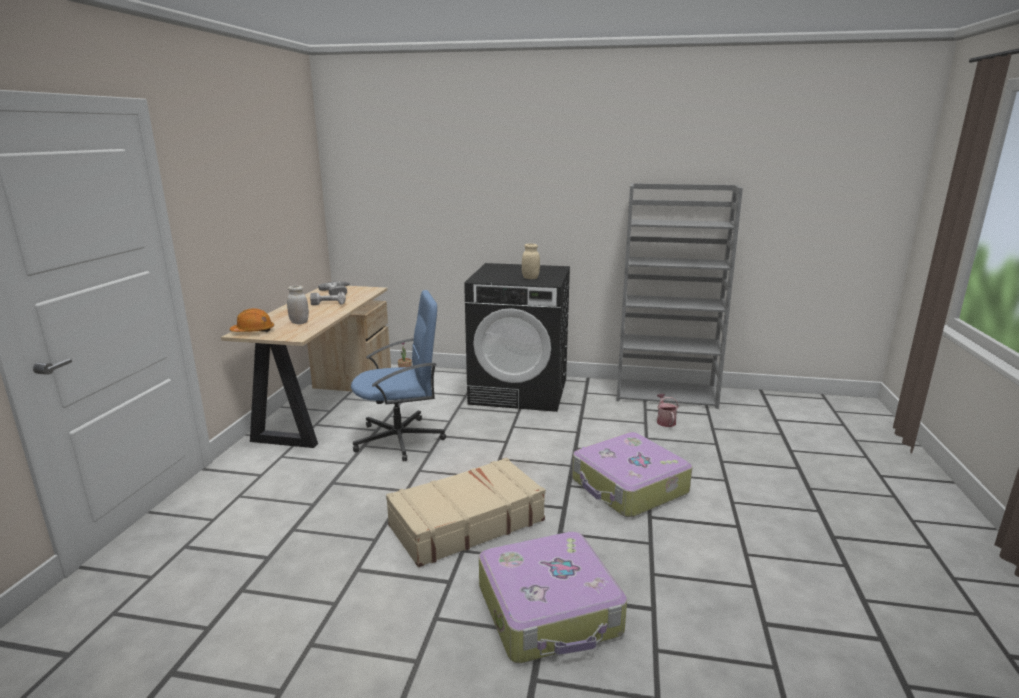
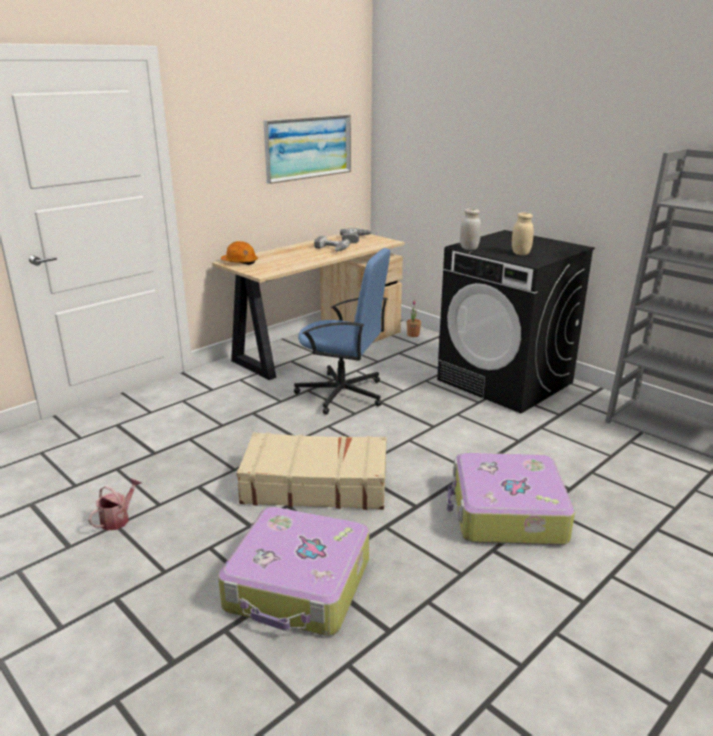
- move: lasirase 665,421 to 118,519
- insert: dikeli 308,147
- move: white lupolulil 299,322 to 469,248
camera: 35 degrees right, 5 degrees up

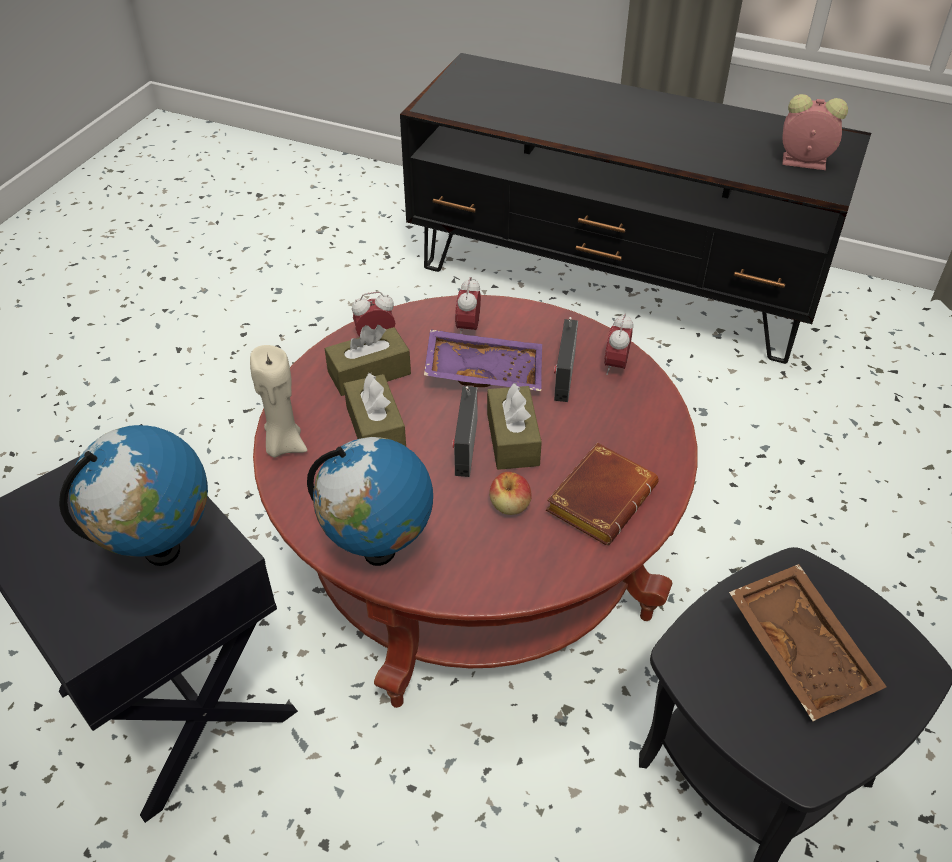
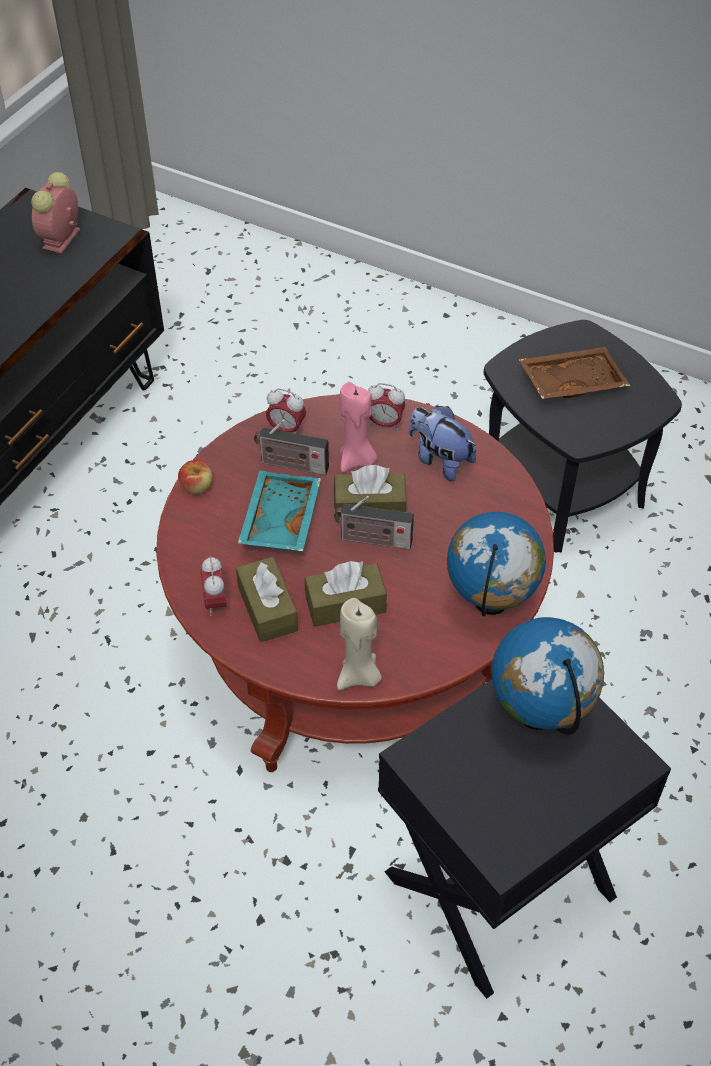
- move: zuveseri 510,505 to 197,486
- recolor: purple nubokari 484,371 to turquoise nubokari 278,520
- insert: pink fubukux 357,460
- move: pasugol 468,328 to 385,423
- replace: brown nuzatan 600,497 to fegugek 440,460
camera: 85 degrees left, 5 degrees up

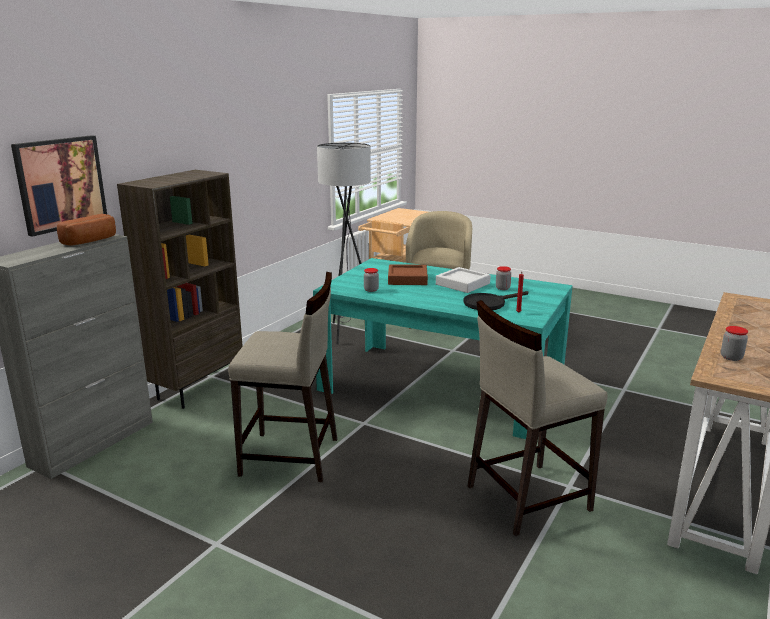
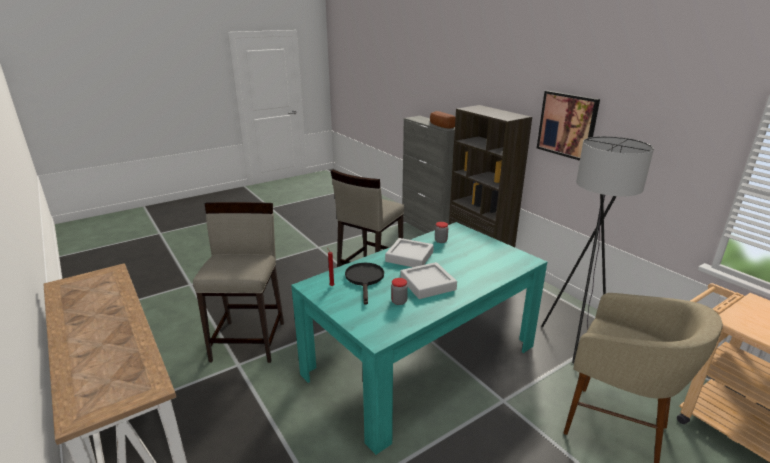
- insert: grey nubokari 409,257
- move: dikeli 60,184 to 567,125
- delete: brown nubokari 407,279
- delete: lupolulil 731,357
camera: 115 degrees right, 5 degrees up

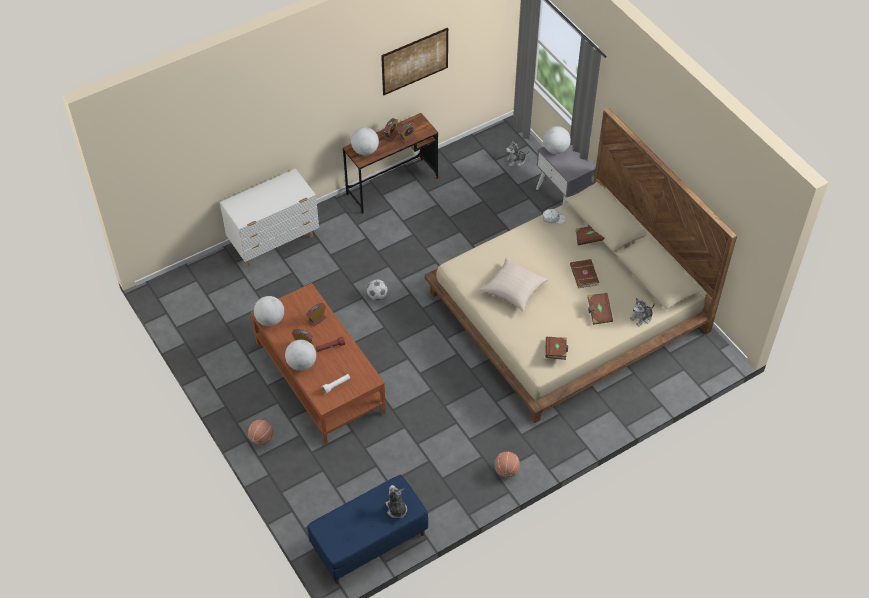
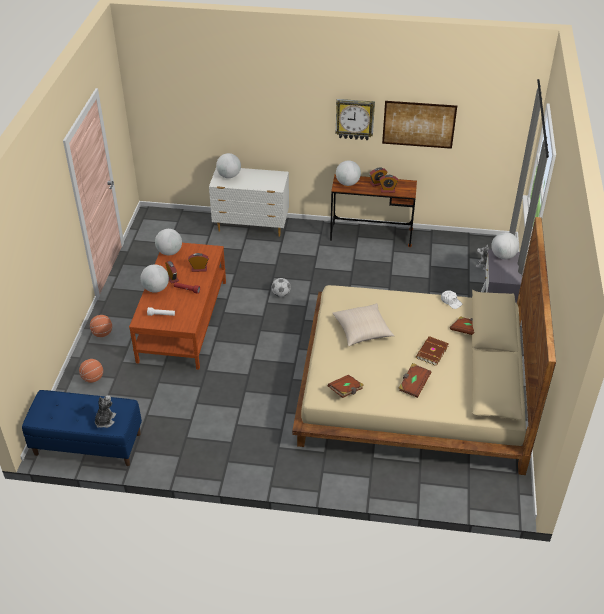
- move: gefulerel 506,471 to 92,378
- insert: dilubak 229,176
- insert: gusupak 355,119
- delete: fegugek 642,317
camera: 40 degrees right, 10 degrees down

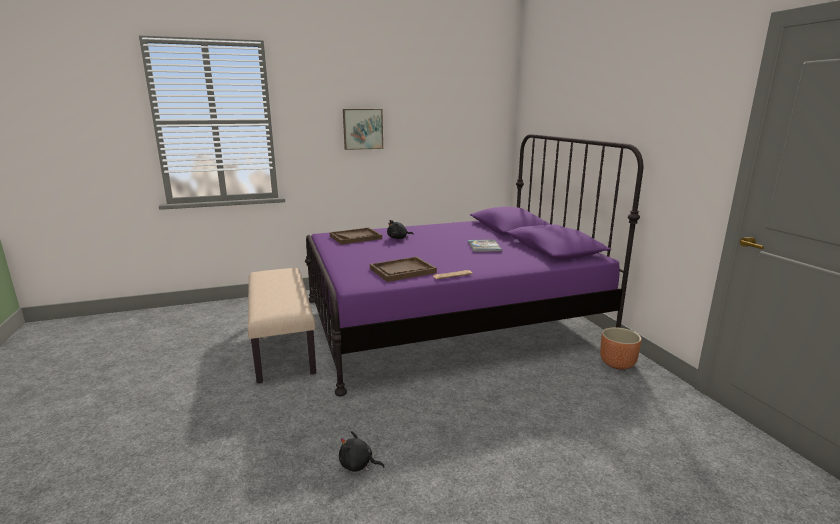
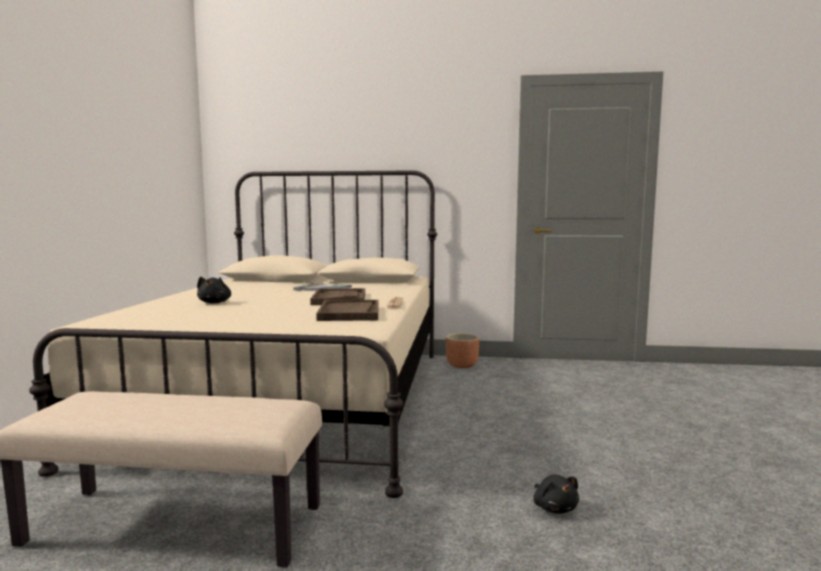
- recolor: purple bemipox 449,320 to beige bemipox 294,399
- move: brown nubokari 355,237 to 339,299
- rotate: black fegugek 358,465 = 554,507 60 degrees counterclockwise
- delete: dikeli 362,129
camera: 65 degrees left, 10 degrees down

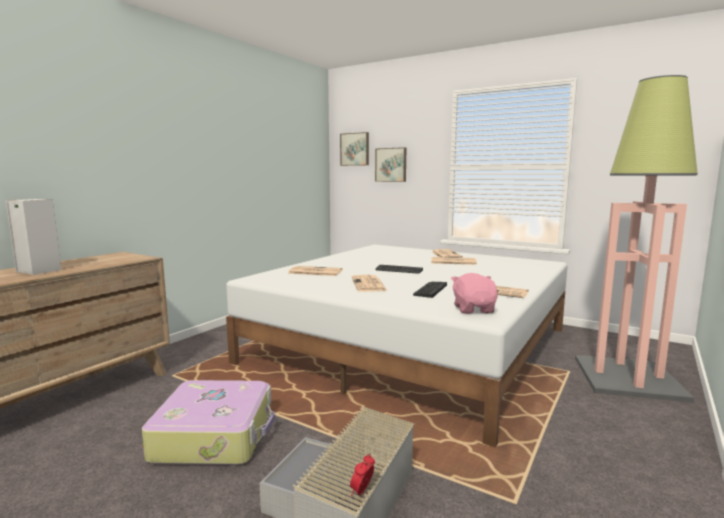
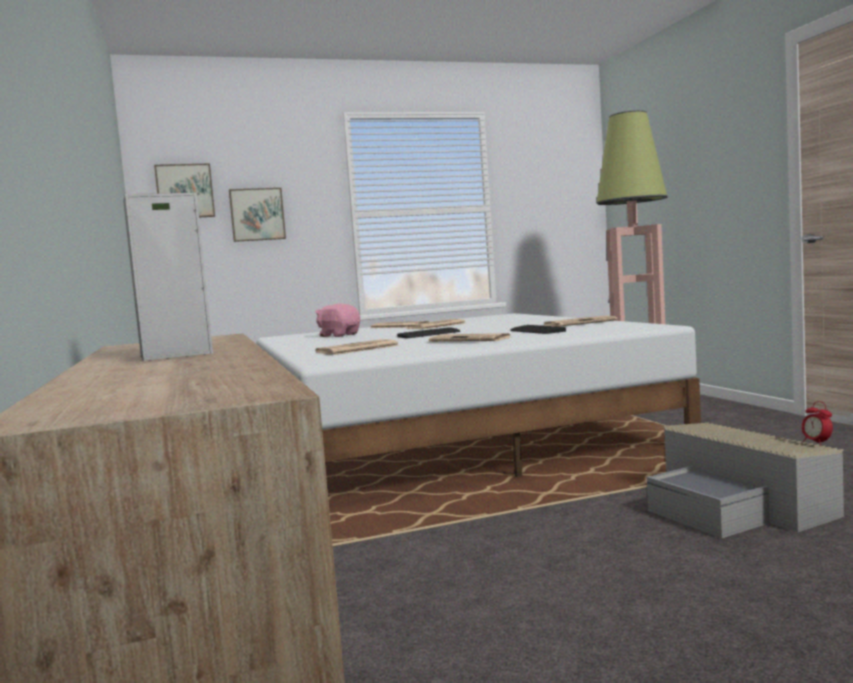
- move: pink fegugek 474,309 to 339,335
- delete: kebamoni 215,435
camera: 50 degrees left, 5 degrees down

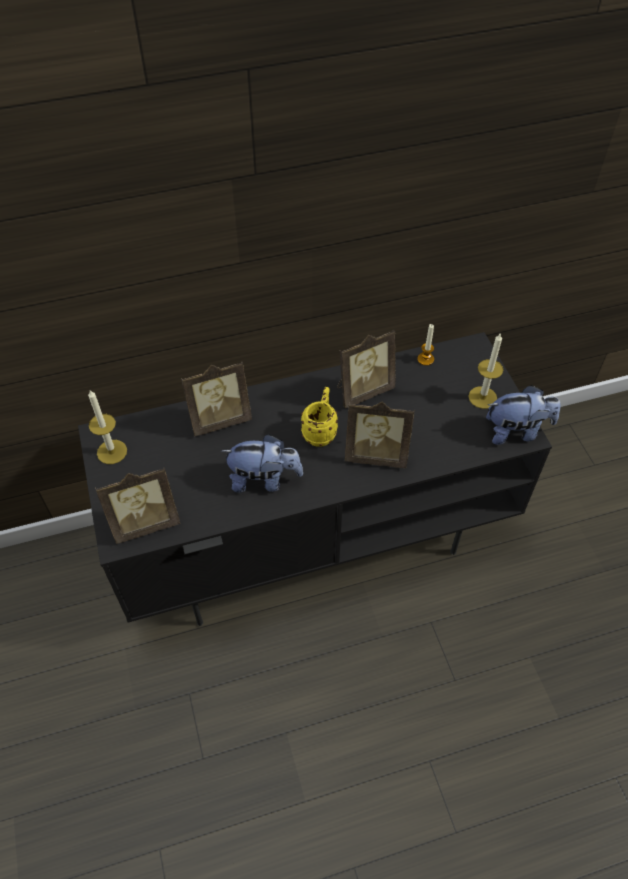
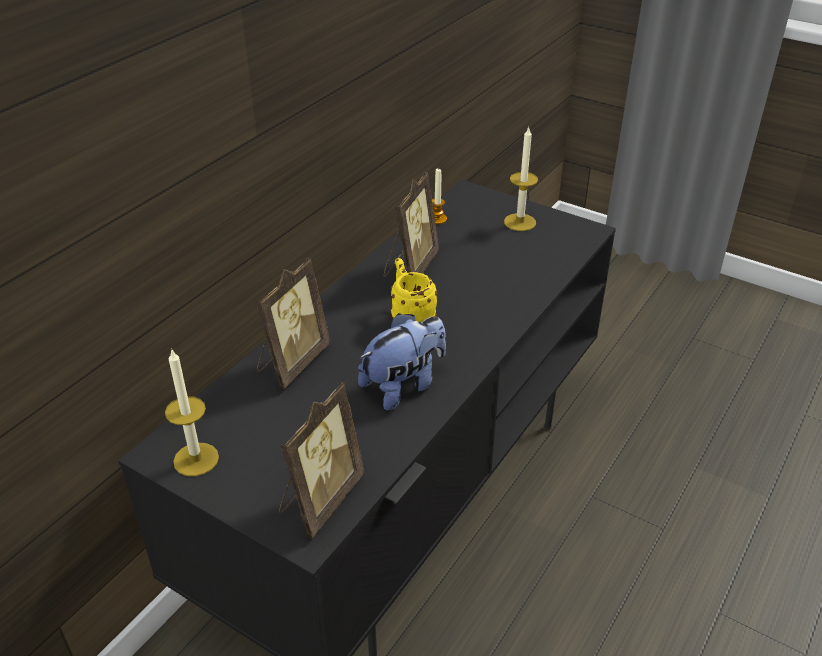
- delete: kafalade 376,454
- delete: fegugek 516,431
camera: 40 degrees left, 15 degrees down

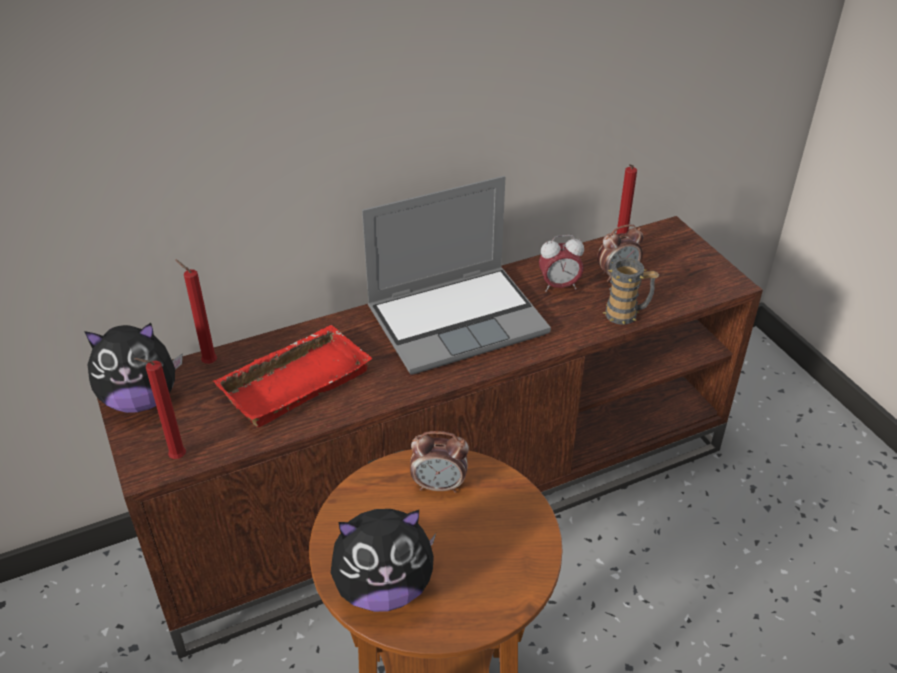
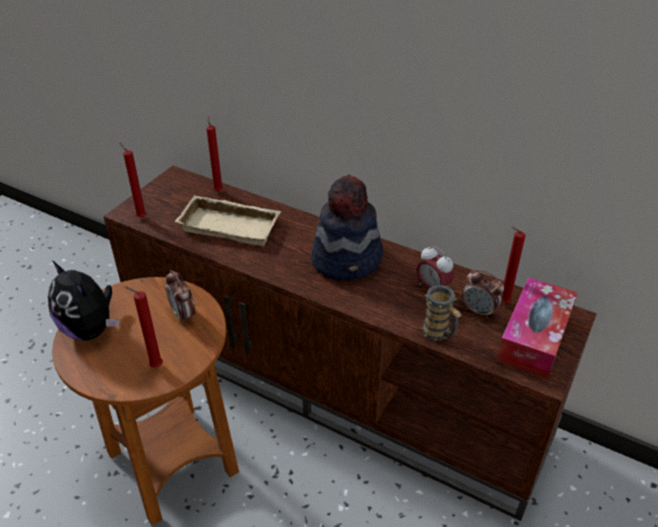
- insert: red fubukux 154,366
- recolor: red nubokari 295,380 to beige nubokari 232,225
- replace: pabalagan 458,319 to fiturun 348,259
- insert: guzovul 534,337
- delete: fegugek 141,400
camera: 55 degrees right, 0 degrees up

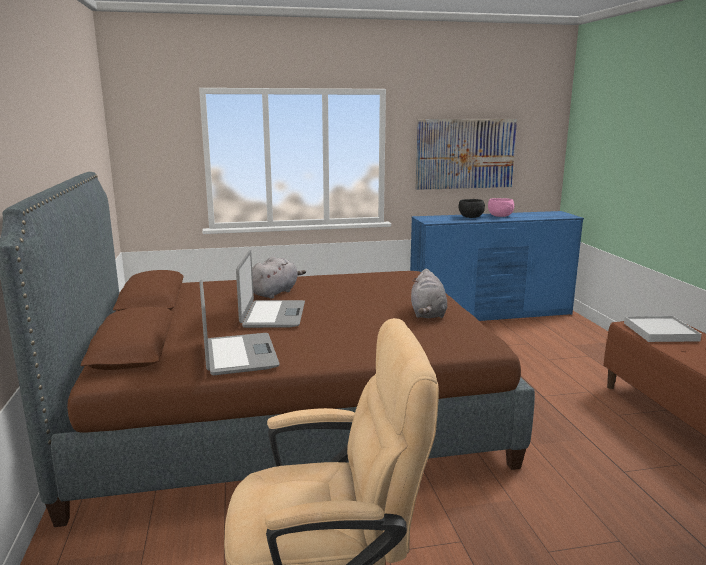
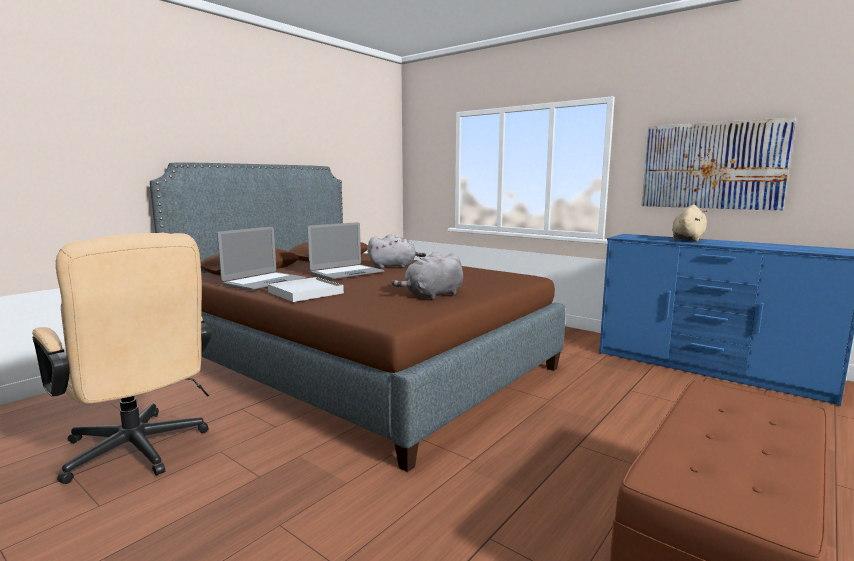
- move: white nubokari 660,332 to 305,292
- replace: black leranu 470,217 to beige fegugek 688,239
- delete: pink leranu 499,216
camera: 50 degrees right, 5 degrees down

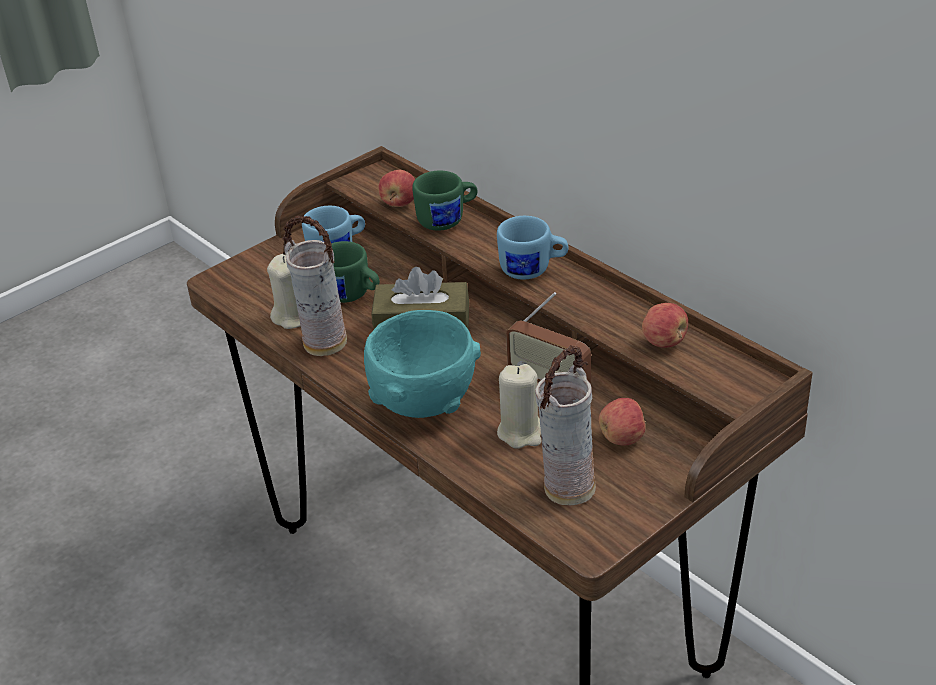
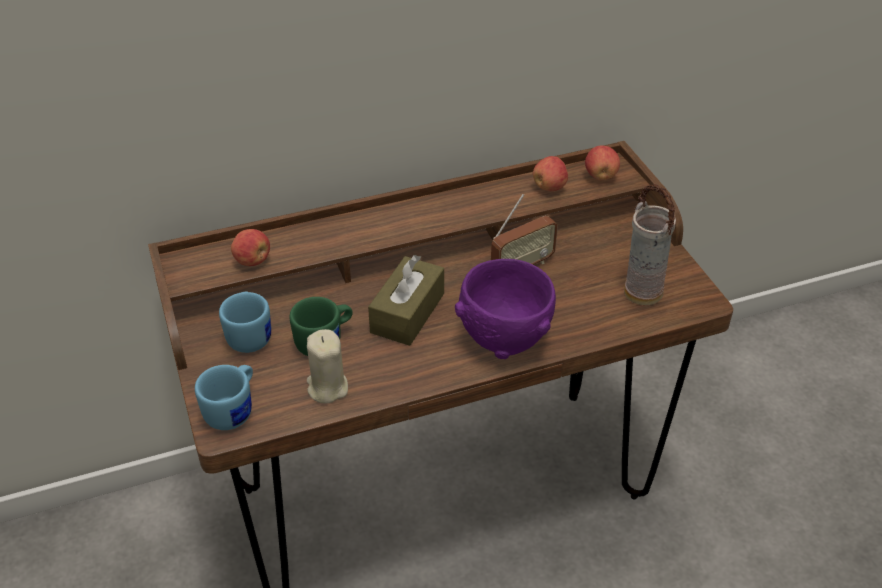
- move: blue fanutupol 533,270 to 234,410
- recolor: turquoise leranu 424,402 to purple leranu 504,338
- move: zuveseri 622,438 to 600,176
- delete: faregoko 324,344
- delete: green fanutupol 448,220
- delete: beige fubukux 521,432
camera: 70 degrees left, 5 degrees up

